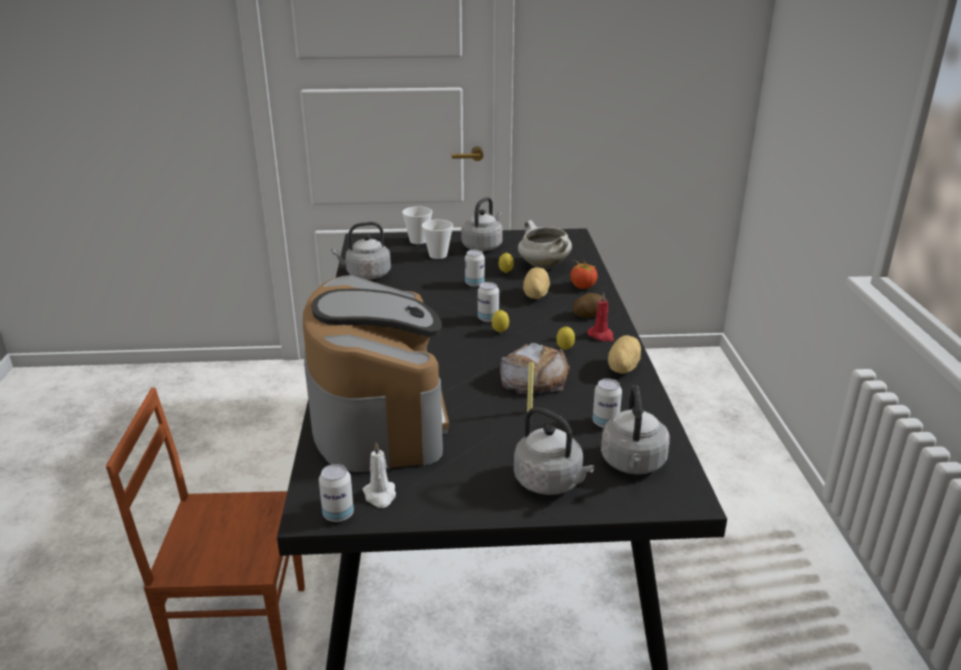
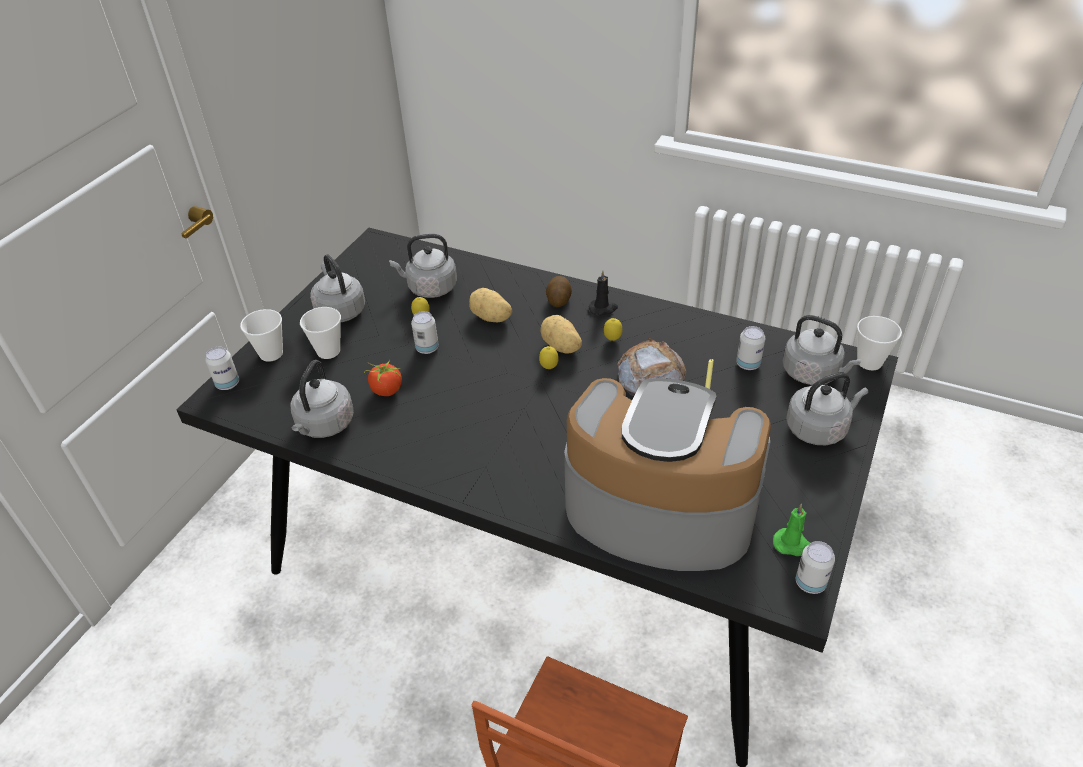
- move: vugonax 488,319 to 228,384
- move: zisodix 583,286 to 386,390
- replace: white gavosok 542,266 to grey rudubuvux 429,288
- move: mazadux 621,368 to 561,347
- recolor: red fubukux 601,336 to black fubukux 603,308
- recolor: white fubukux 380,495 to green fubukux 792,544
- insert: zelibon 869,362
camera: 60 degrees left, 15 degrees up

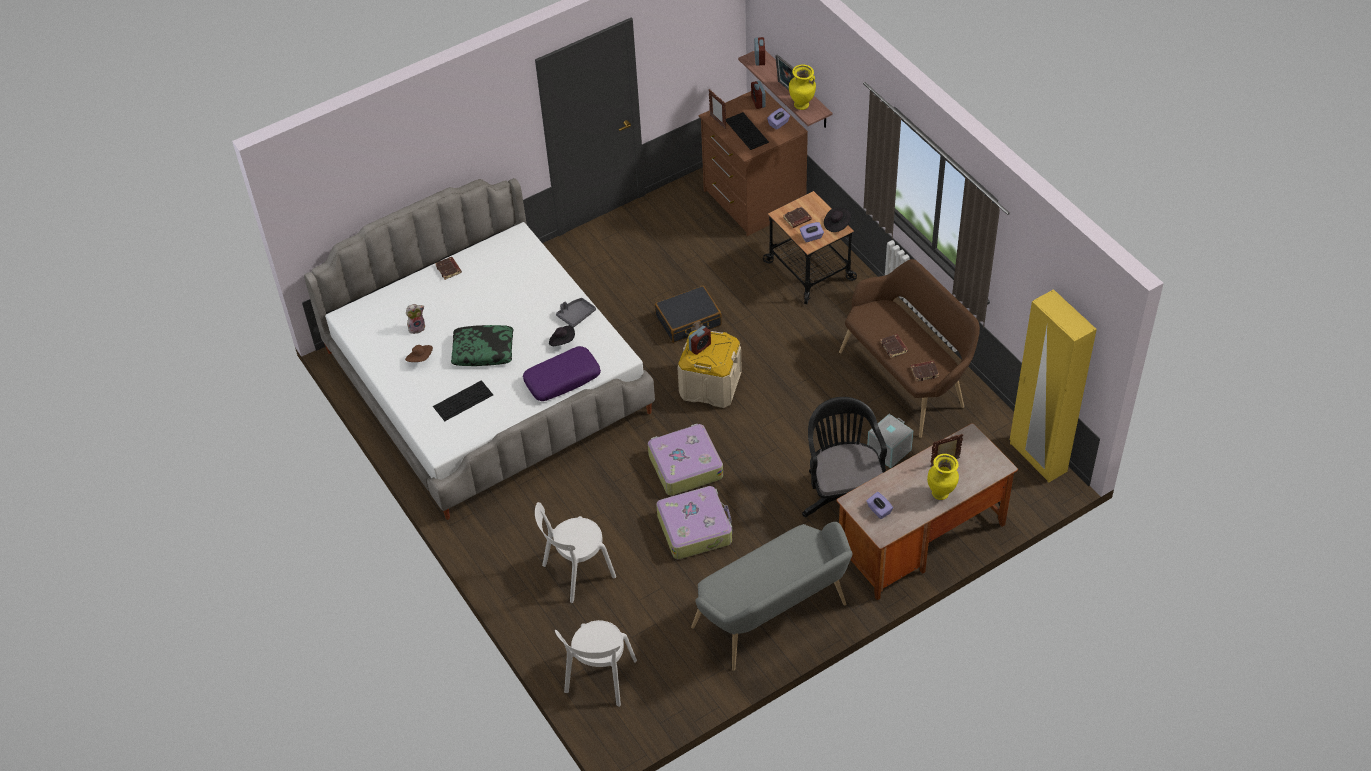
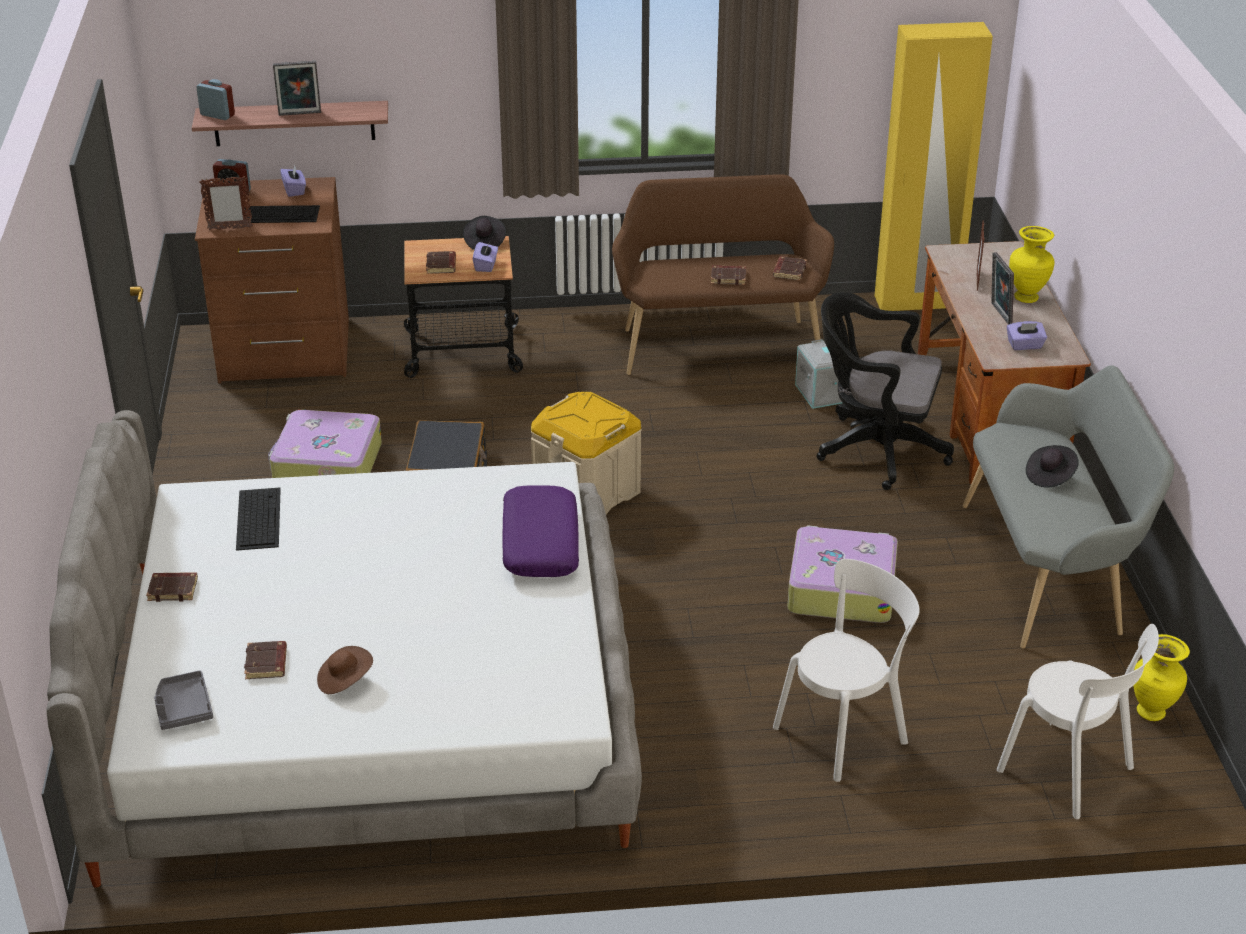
- move: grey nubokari 576,315 to 183,708
- move: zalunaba 463,400 to 258,518
- replace: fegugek 417,327 to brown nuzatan 267,664
- move: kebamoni 684,466 to 326,465
- rotate: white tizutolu 576,572 = 844,731 120 degrees counterclockwise
- insert: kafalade 999,314
- move: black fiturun 562,341 to 1050,476
- move: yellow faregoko 801,106 to 1152,712
- delete: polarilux 483,350
- delete: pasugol 700,347
camera: 65 degrees left, 15 degrees down

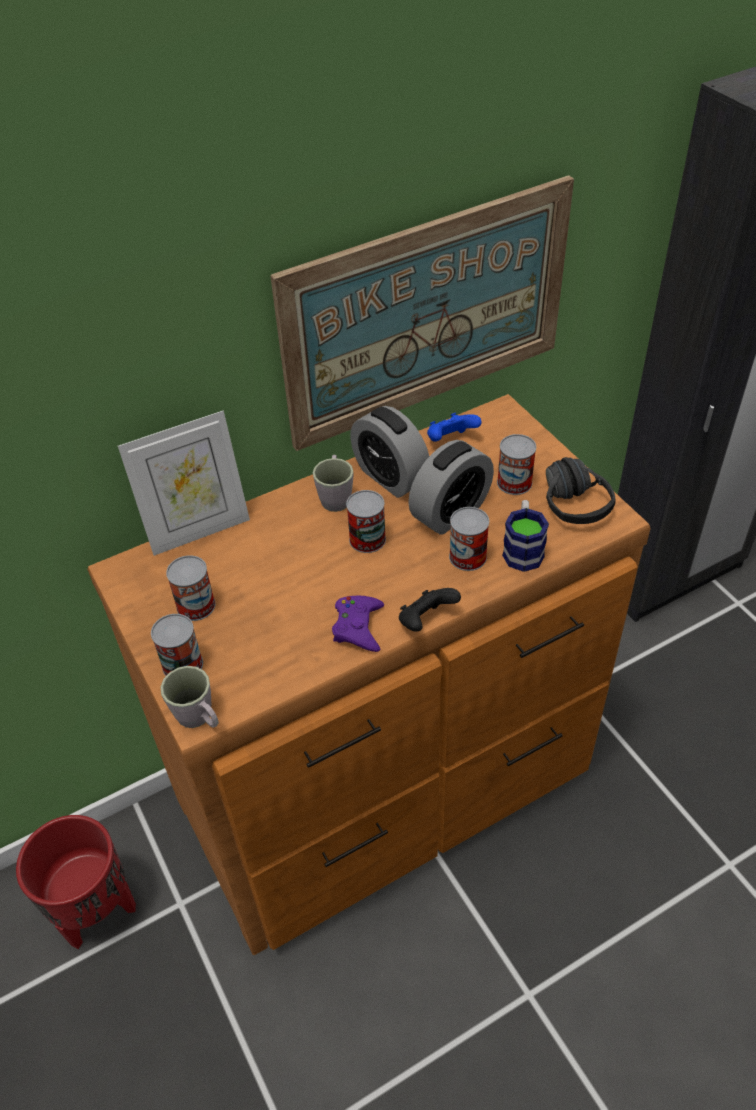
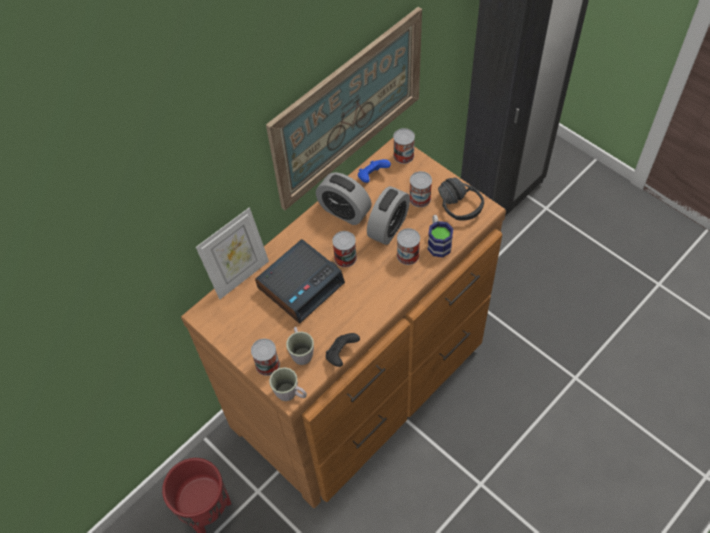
- insert: pasugol 301,284
- move: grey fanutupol 335,496 to 301,351
- move: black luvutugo 426,621 to 341,354
- move: vugonax 196,605 to 403,155
- delete: purple luvutugo 358,627
camera: 15 degrees left, 10 degrees up

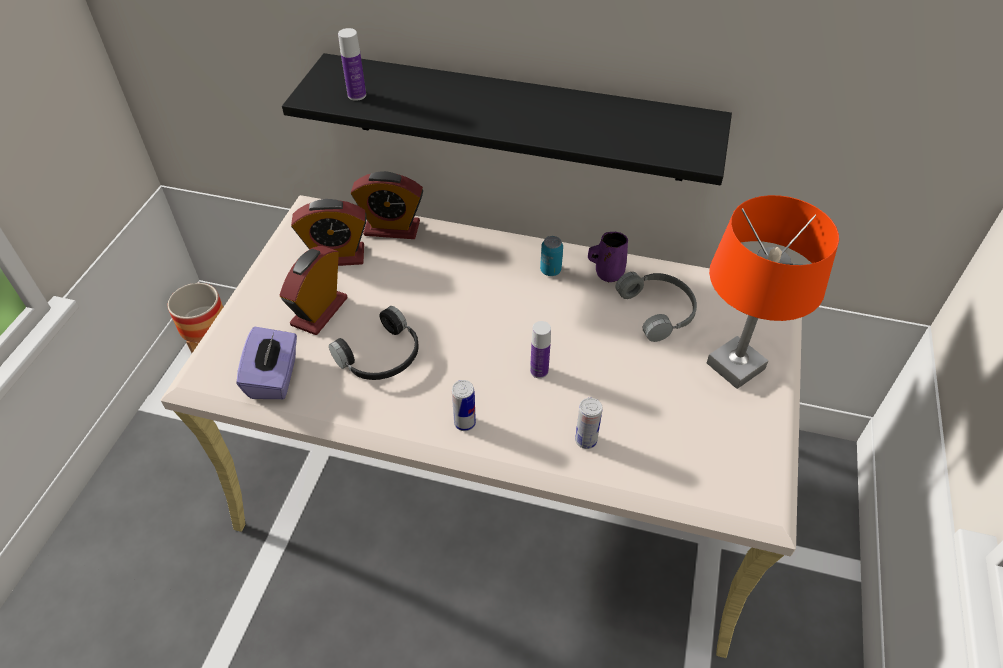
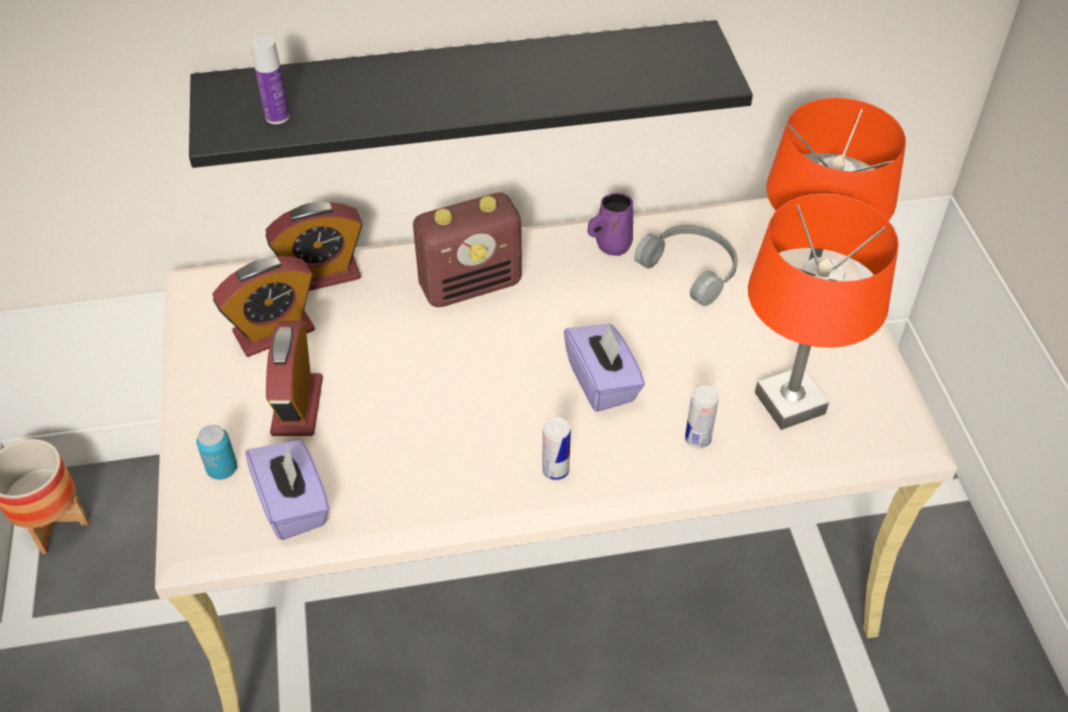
- move: vugonax 550,270 to 222,469
- insert: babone 471,285
- replace: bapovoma 539,371 to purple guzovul 602,382
- insert: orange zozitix 789,403
- delete: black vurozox 382,357
camera: 25 degrees left, 0 degrees up

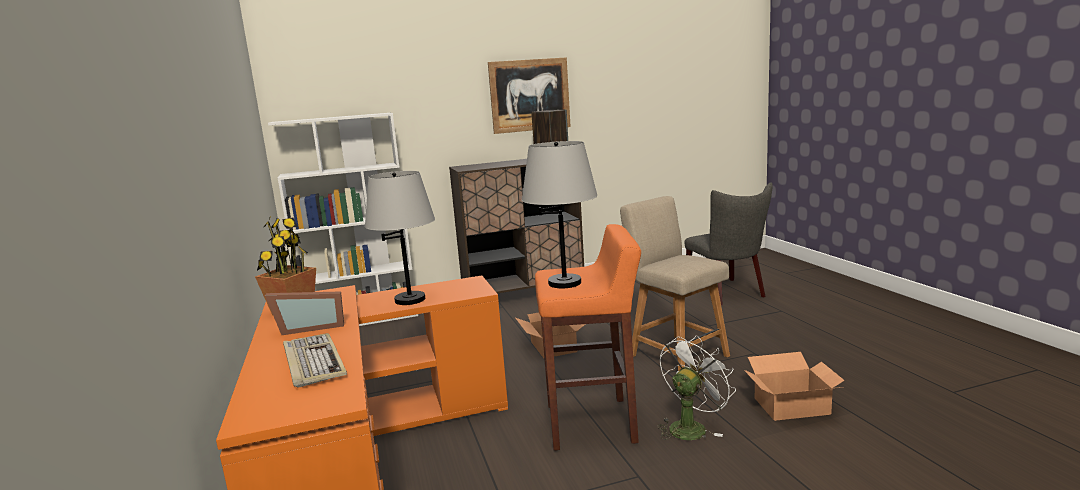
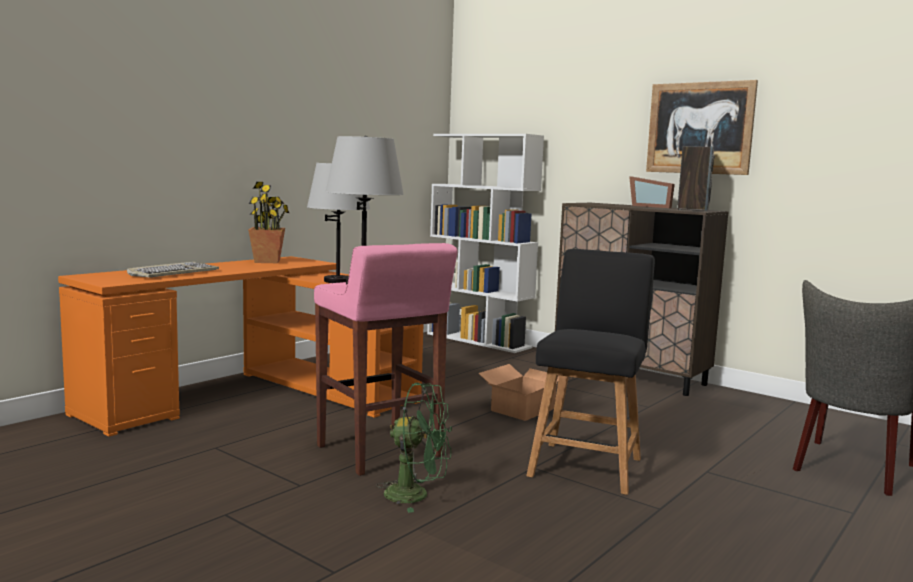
- recolor: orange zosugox 592,423 to pink zosugox 380,452
- recolor: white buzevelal 691,427 to green buzevelal 416,495
- recolor: beige tizutolu 675,354 to black tizutolu 587,465
- move: kafalade 310,327 to 651,206
- delete: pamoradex 792,406
camera: 55 degrees right, 5 degrees down

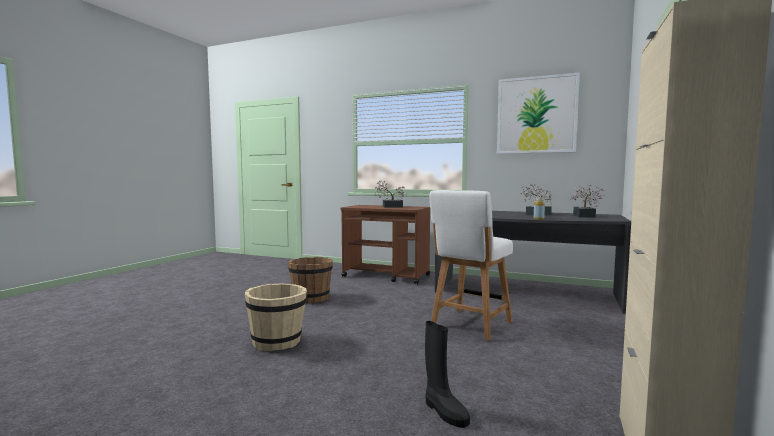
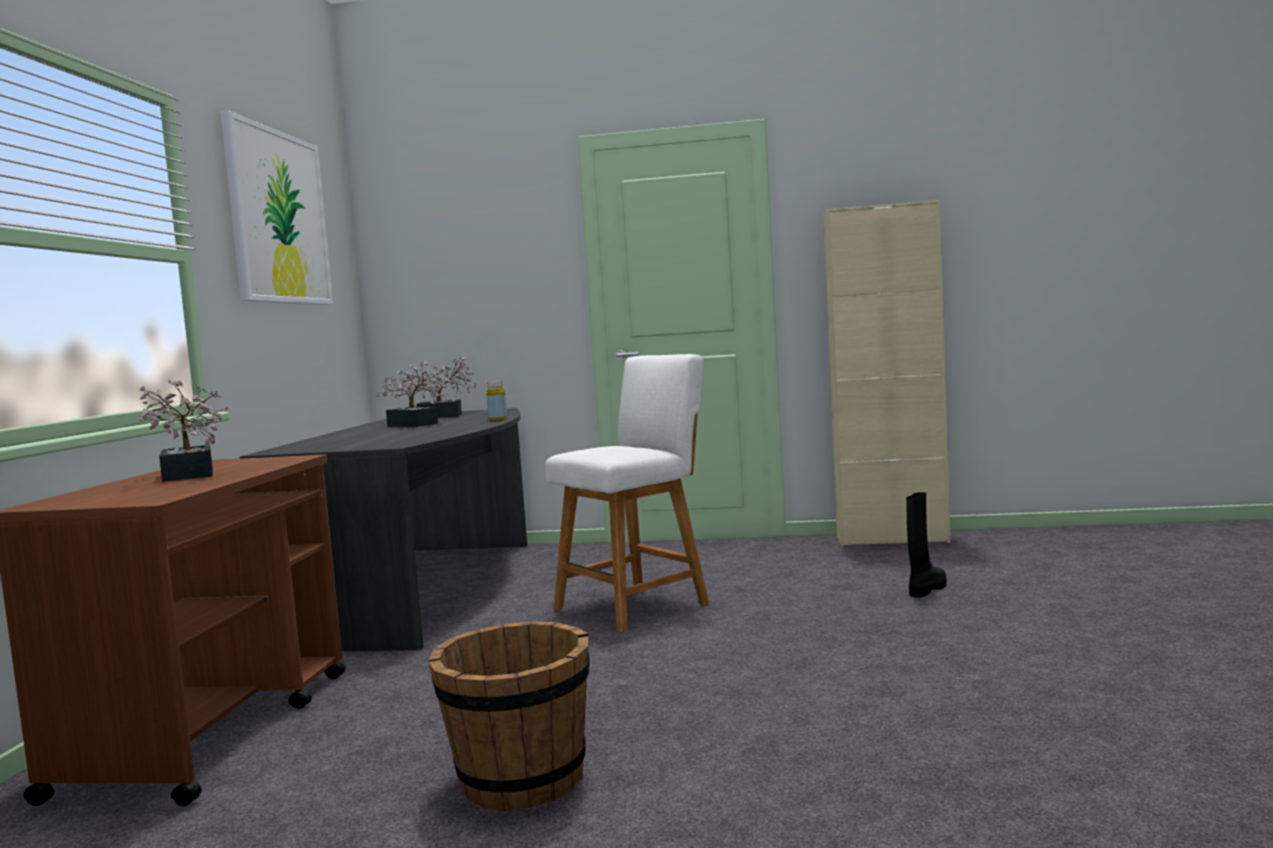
- rotate: white tizutolu 469,325 = 637,604 60 degrees counterclockwise
- delete: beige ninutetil 277,341
camera: 105 degrees left, 0 degrees up

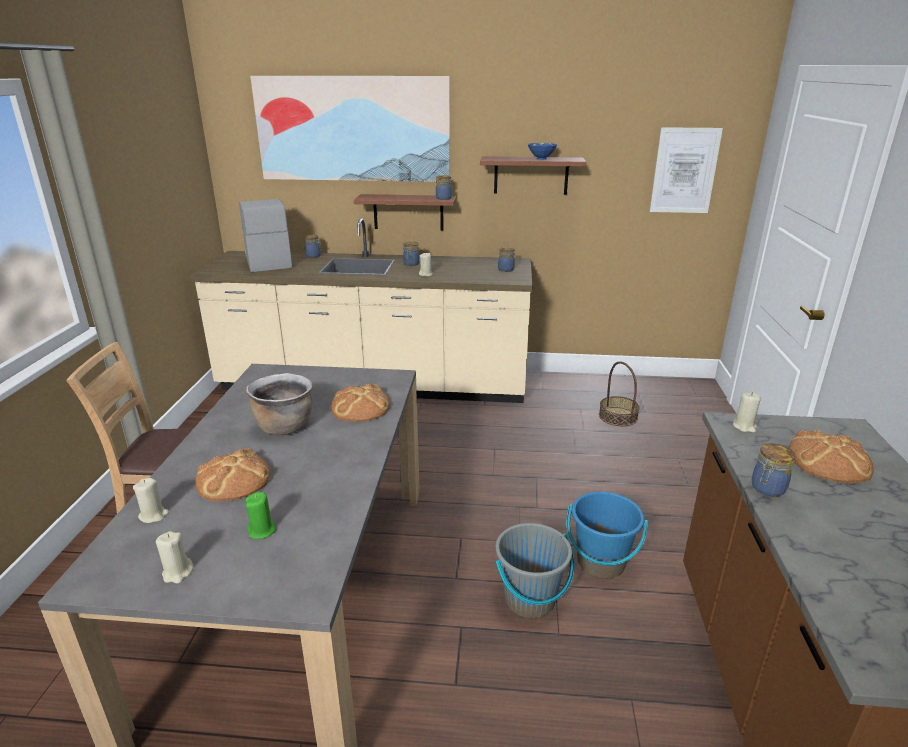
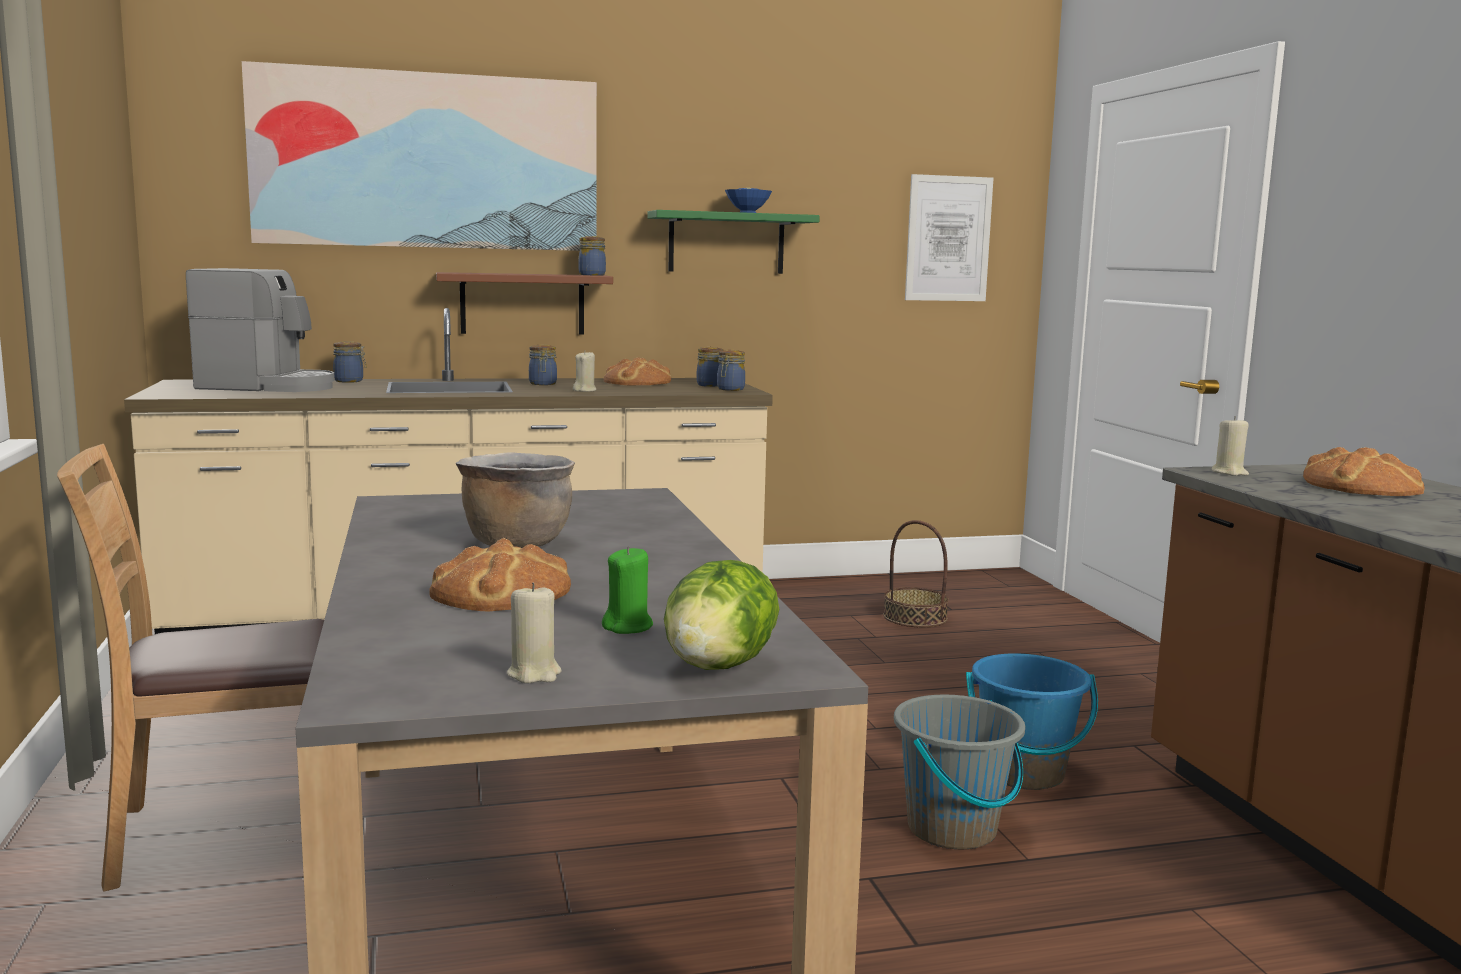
- rotate: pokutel 267,262 = 268,386 135 degrees clockwise
- move: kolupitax 360,407 to 637,382
- recolor: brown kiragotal 531,175 to green kiragotal 726,243
- insert: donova 718,666
- move: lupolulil 767,489 to 730,389
- delete: beige fubukux 153,515
camera: 20 degrees left, 15 degrees down

